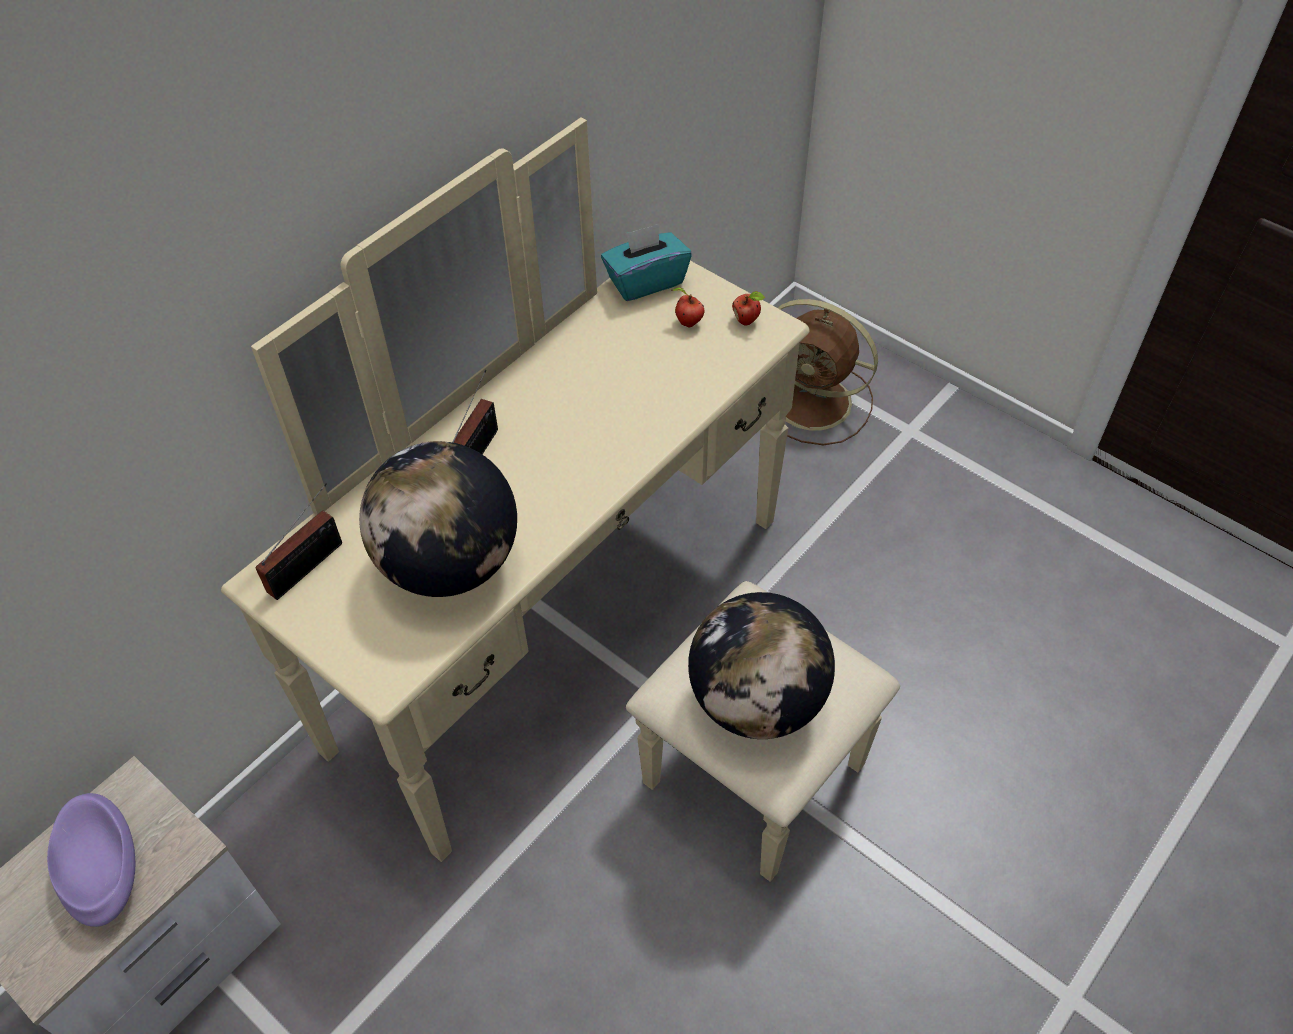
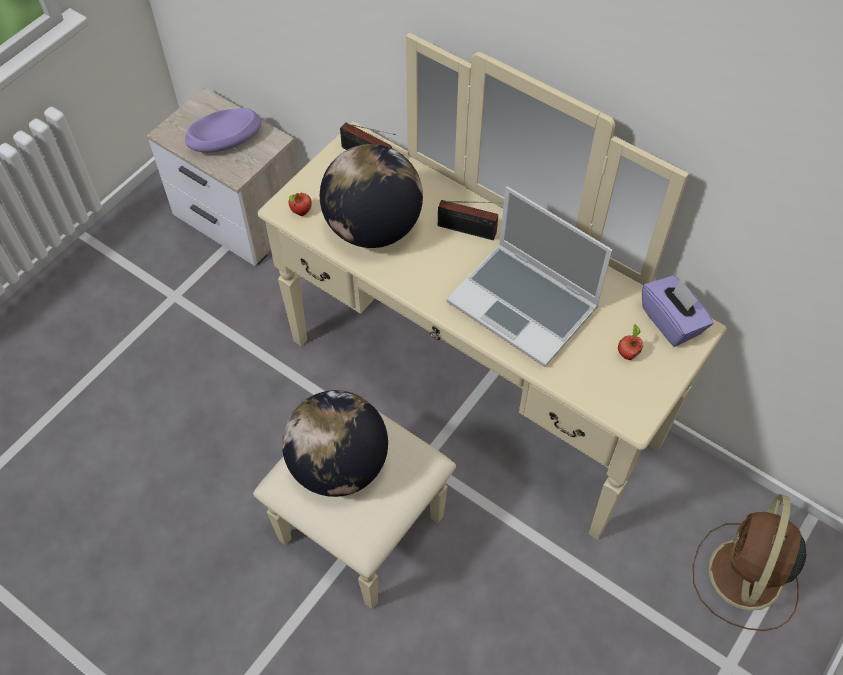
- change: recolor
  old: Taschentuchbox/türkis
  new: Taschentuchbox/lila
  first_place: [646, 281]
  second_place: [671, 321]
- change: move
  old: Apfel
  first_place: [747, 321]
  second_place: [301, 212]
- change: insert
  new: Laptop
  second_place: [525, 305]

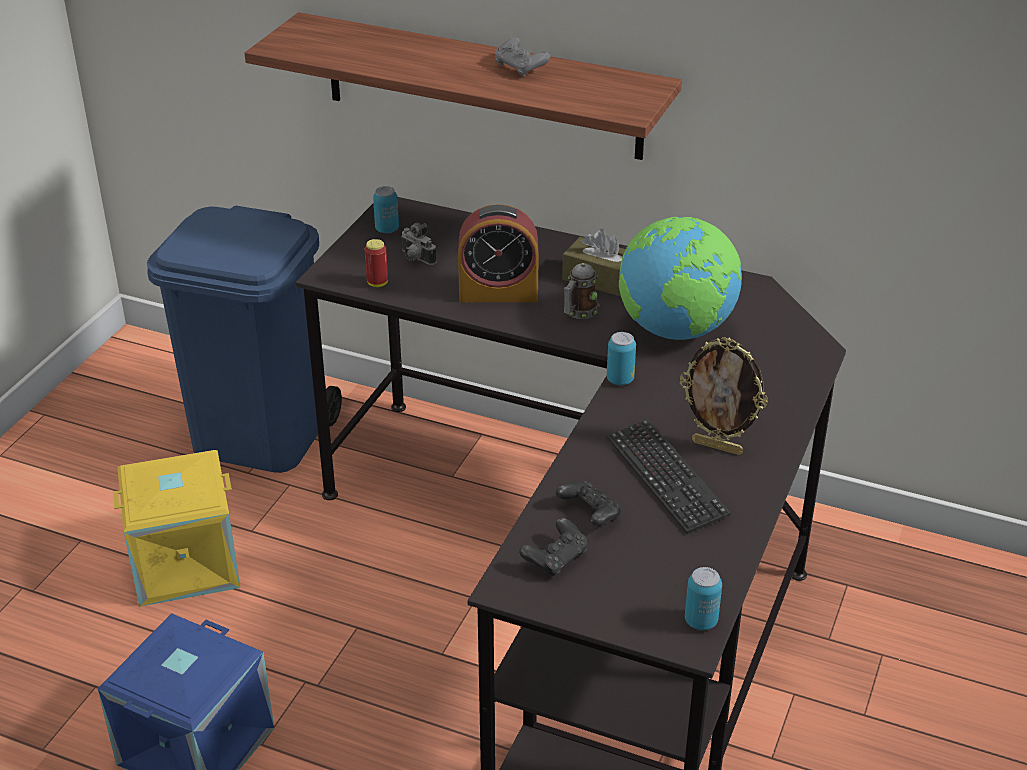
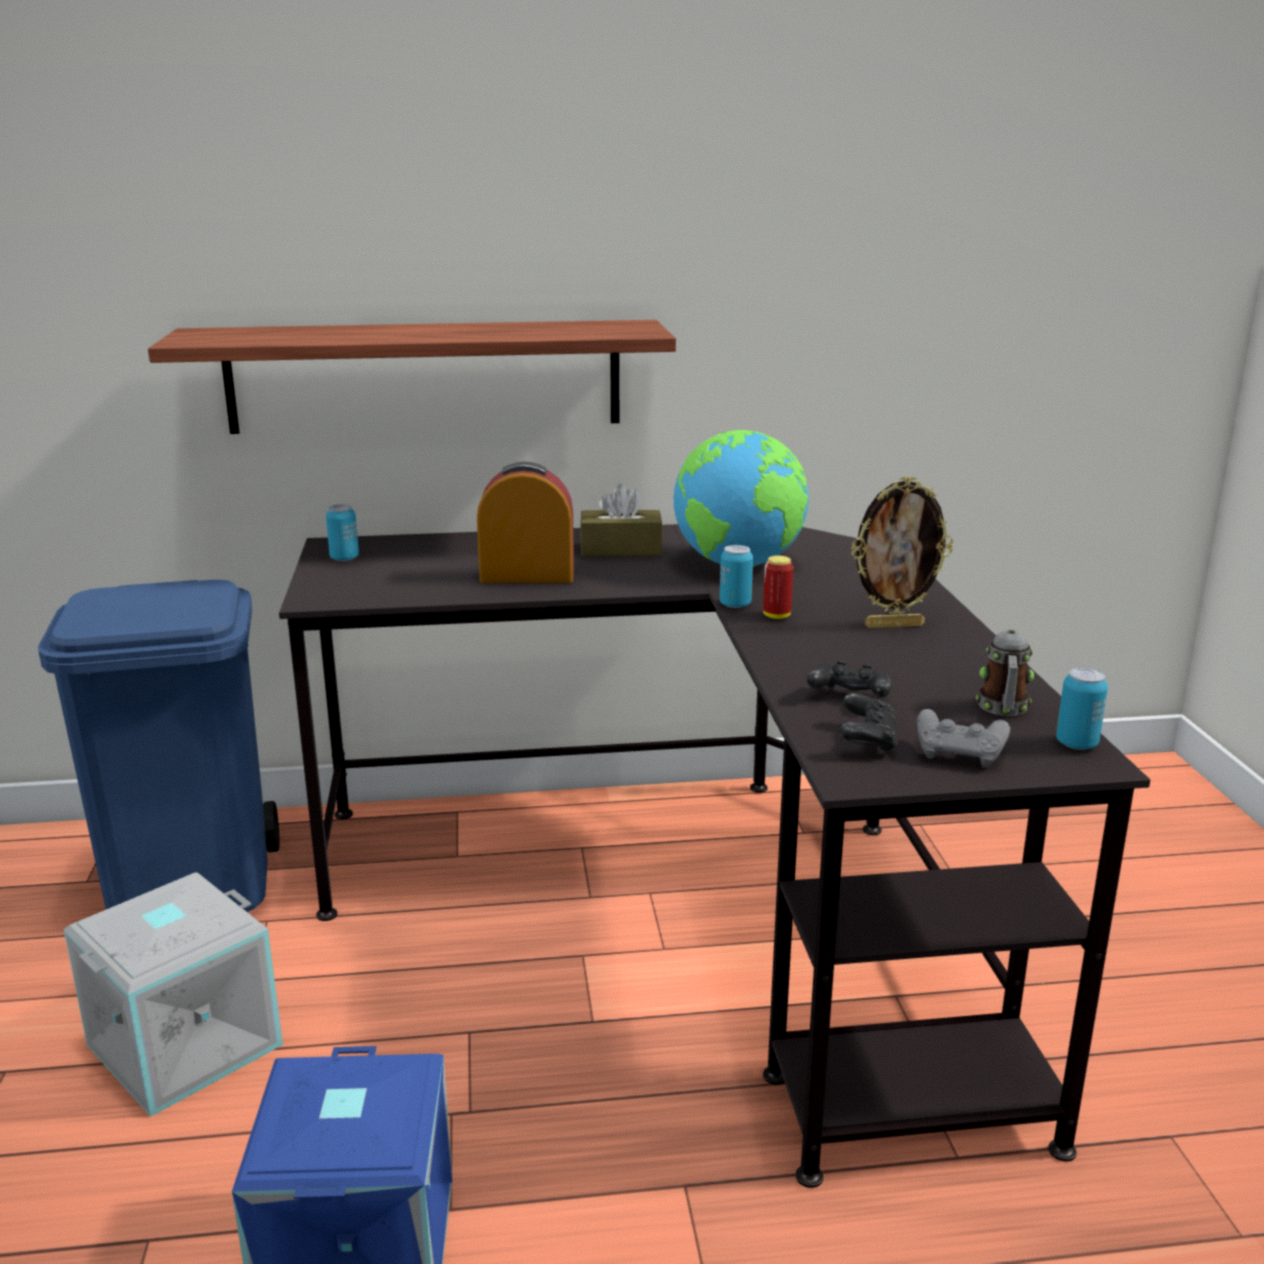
- change: recolor
  old: Aufbewahrungsbox/gelb
  new: Aufbewahrungsbox/grau
  first_place: [186, 562]
  second_place: [184, 1043]
- change: move
  old: Dose
  first_place: [377, 283]
  second_place: [776, 616]
- change: delete
  old: Kamera
  first_place: [416, 259]
- change: rotate
  old: Wecker
  first_place: [498, 292]
  second_place: [527, 576]
  degrees: -150
- change: move
  old: Gamepad/grau
  first_place: [520, 68]
  second_place: [959, 755]
- change: move
  old: Henkelbecher
  first_place: [578, 313]
  second_place: [1003, 709]
- change: delete
  old: Tastatur
  first_place: [666, 478]

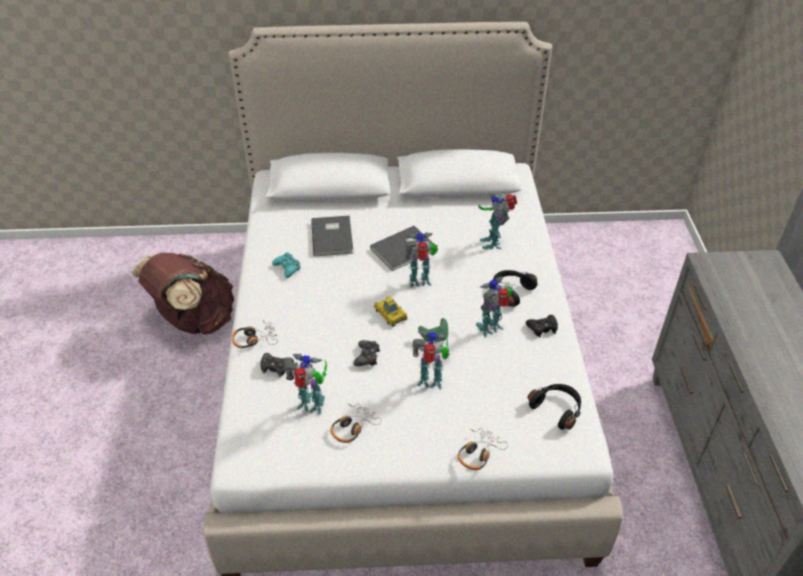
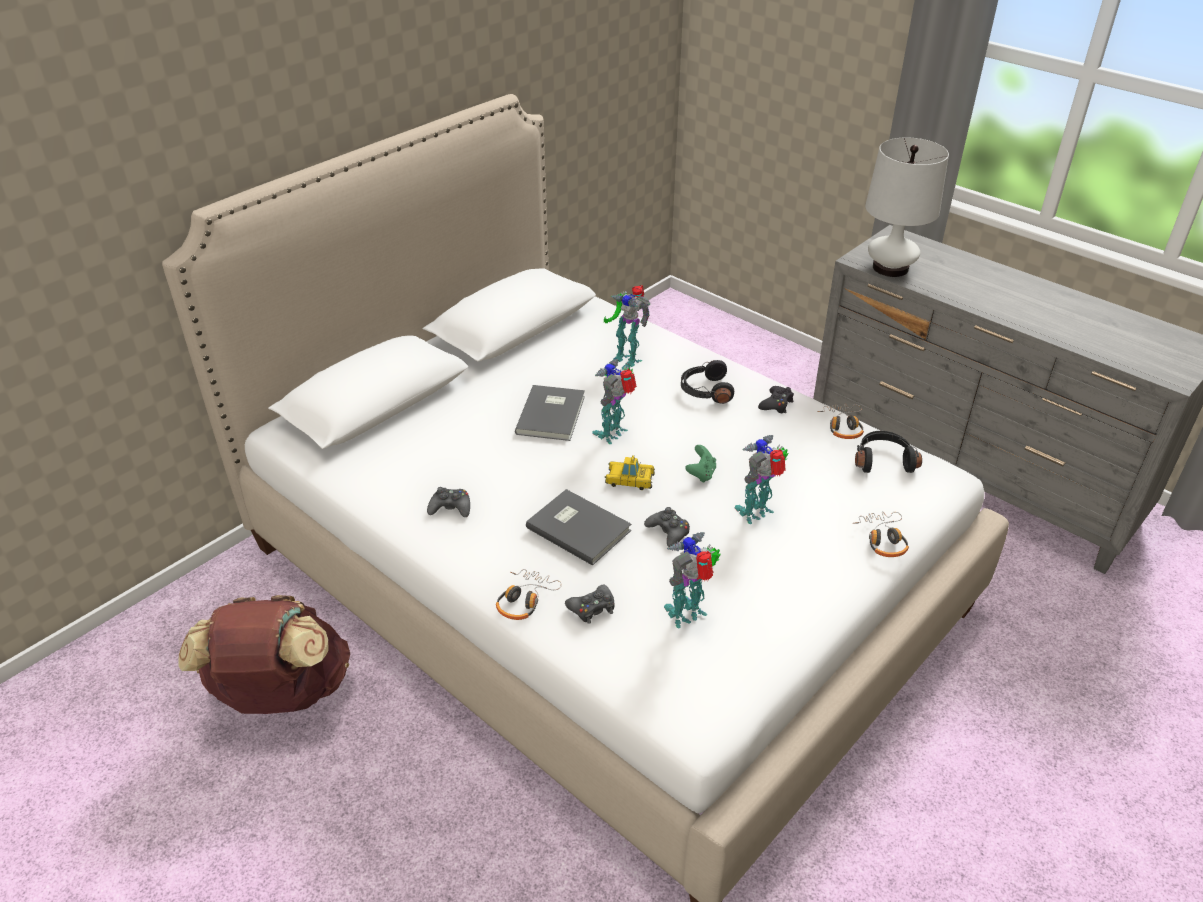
- change: recolor
  old: Gamepad/türkis
  new: Gamepad/schwarz
  first_place: [287, 268]
  second_place: [451, 508]
- change: move
  old: Buch/grau
  first_place: [333, 236]
  second_place: [579, 527]
- change: move
  old: Kopfhörer
  first_place: [353, 427]
  second_place: [842, 426]
- change: delete
  old: Spielzeugroboter
  first_place: [491, 328]
- change: insert
  new: Tischlampe/weiß
  second_place: [890, 268]

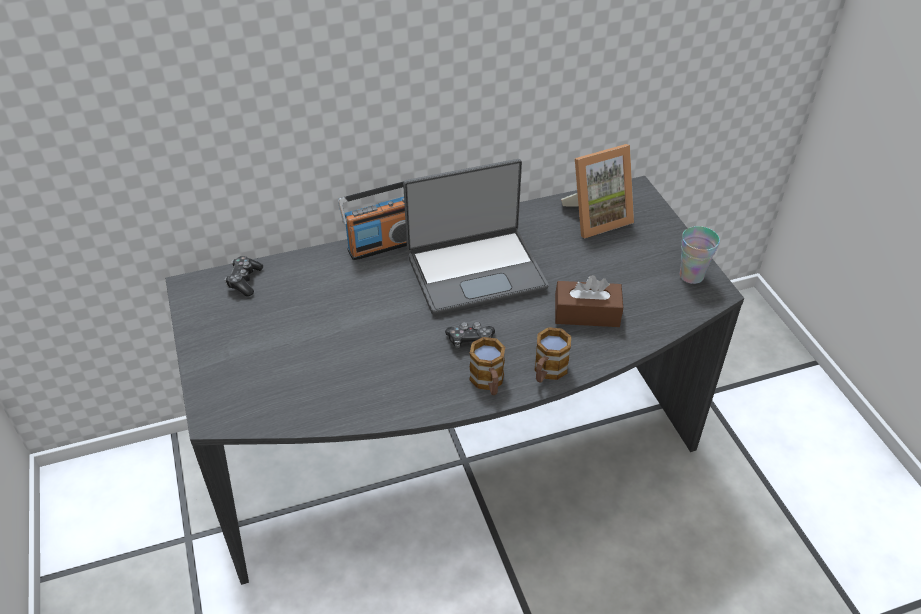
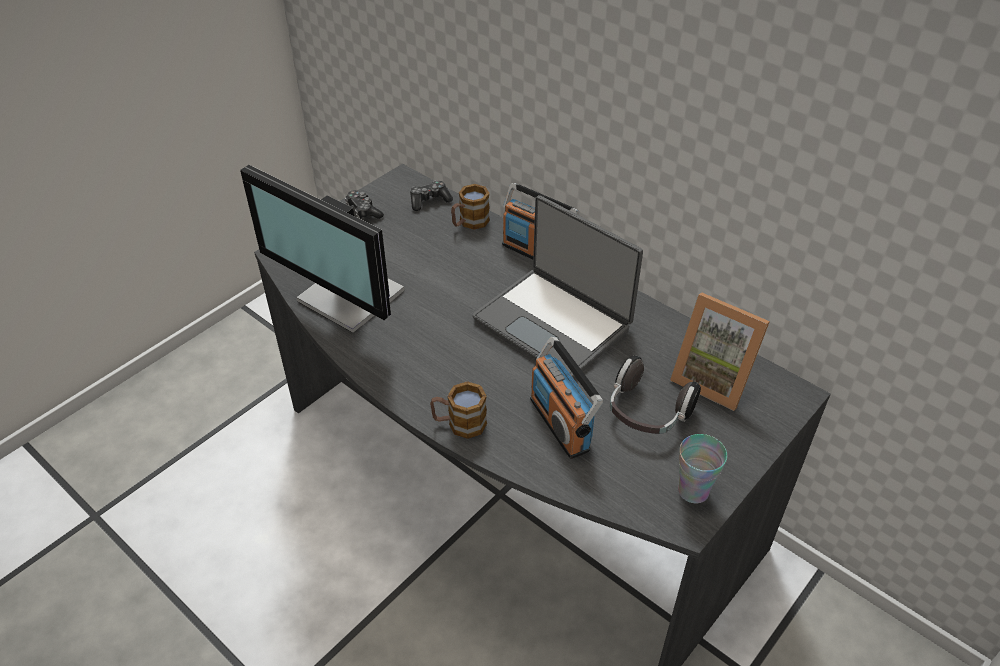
- change: move
  old: Gamepad
  first_place: [470, 340]
  second_place: [363, 211]
- change: move
  old: Henkelbecher
  first_place: [488, 382]
  second_place: [469, 223]
- change: replace
  old: Taschentuchbox/braun
  new: Radio
  first_place: [587, 313]
  second_place: [560, 424]
- change: insert
  new: Monitor
  second_place: [349, 298]
- change: insert
  new: Kopfhörer
  second_place: [647, 413]

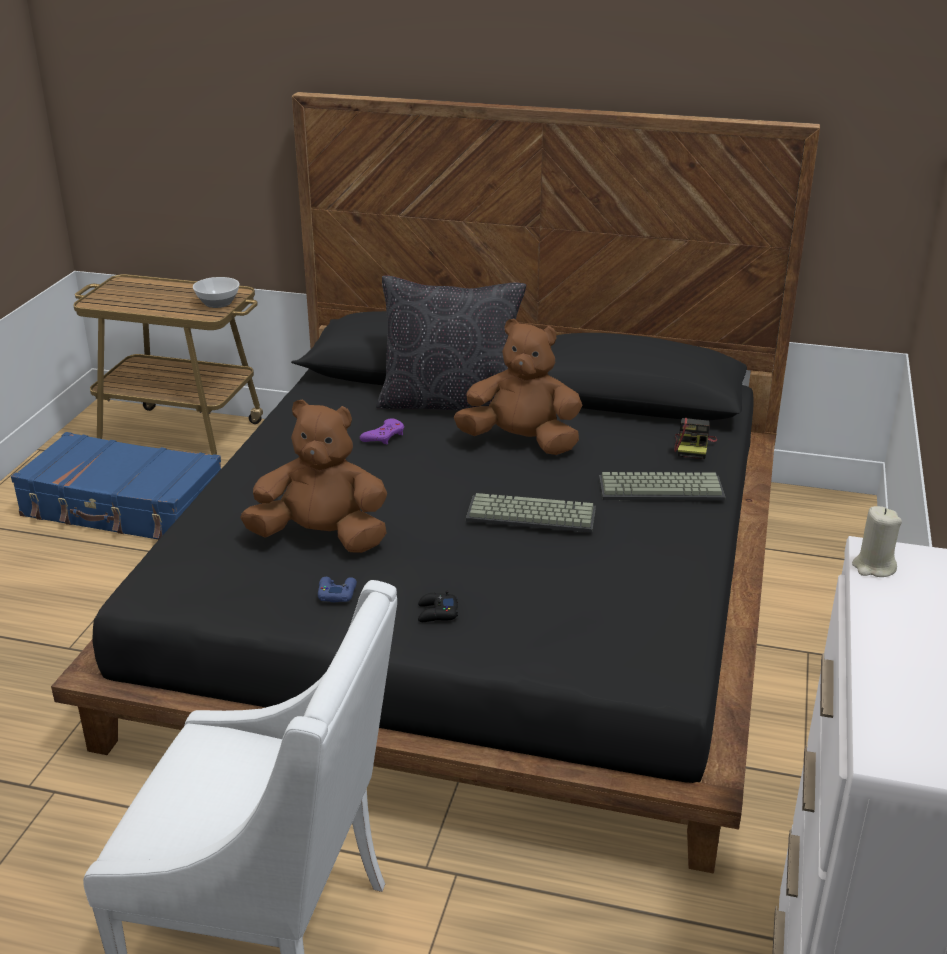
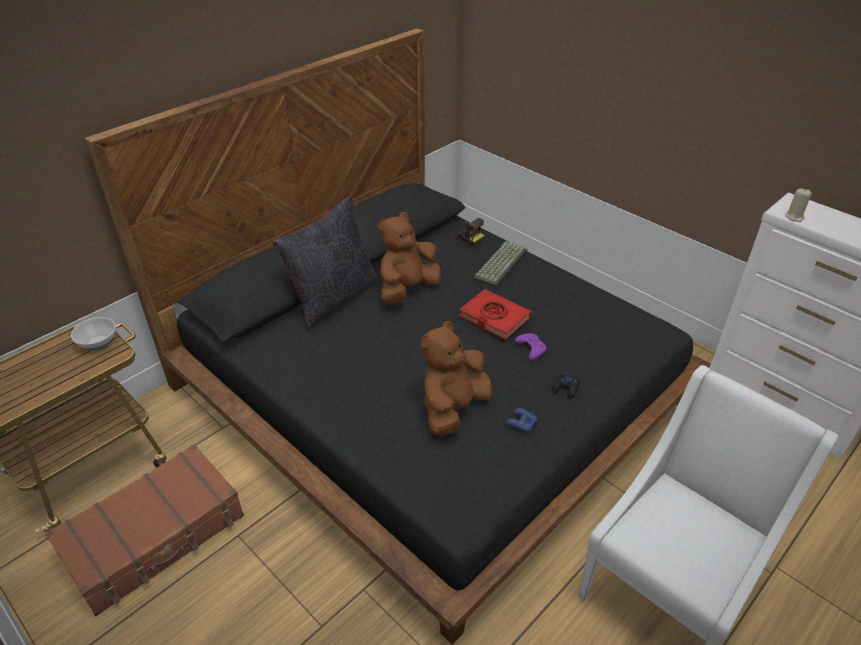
- change: recolor
  old: Koffer/blau
  new: Koffer/braun
  first_place: [123, 507]
  second_place: [155, 536]
- change: move
  old: Gamepad/lila
  first_place: [384, 436]
  second_place: [531, 348]
- change: replace
  old: Tastatur
  new: Buch/rot
  first_place: [529, 516]
  second_place: [494, 318]

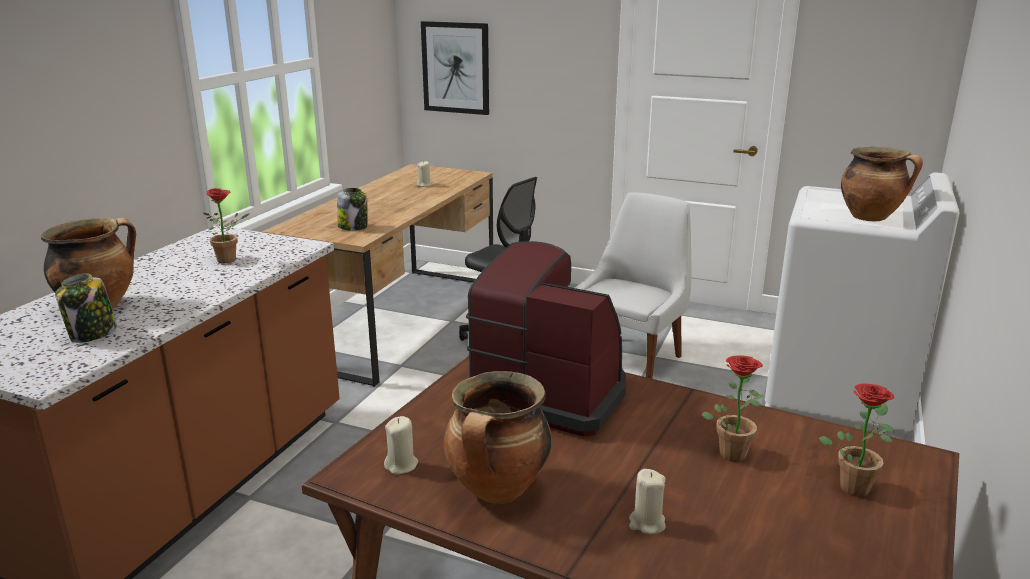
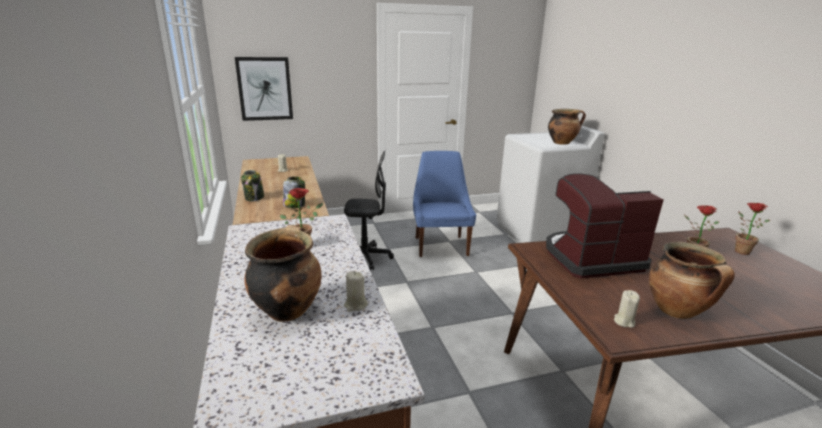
- change: move
  old: Vorratsglas
  first_place: [92, 334]
  second_place: [254, 198]
- change: recolor
  old: Stuhl/weiß
  new: Stuhl/blau
  first_place: [630, 358]
  second_place: [440, 245]
- change: move
  old: Kerze/beige
  first_place: [646, 523]
  second_place: [355, 305]

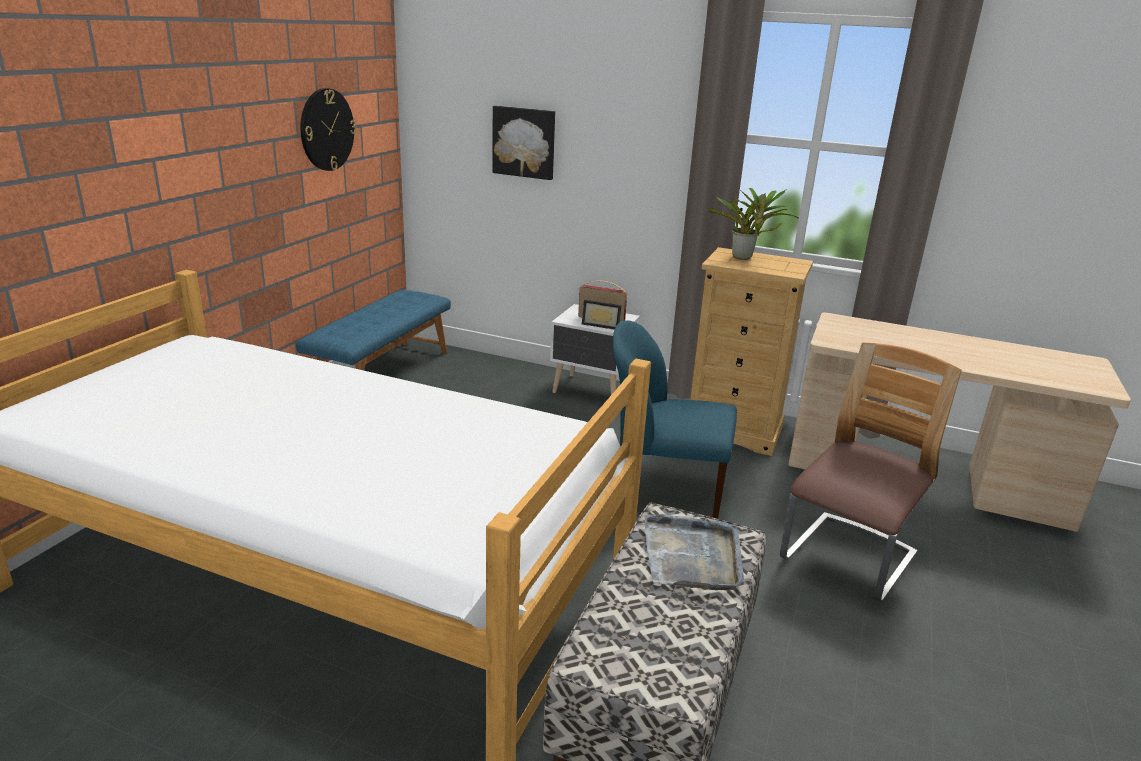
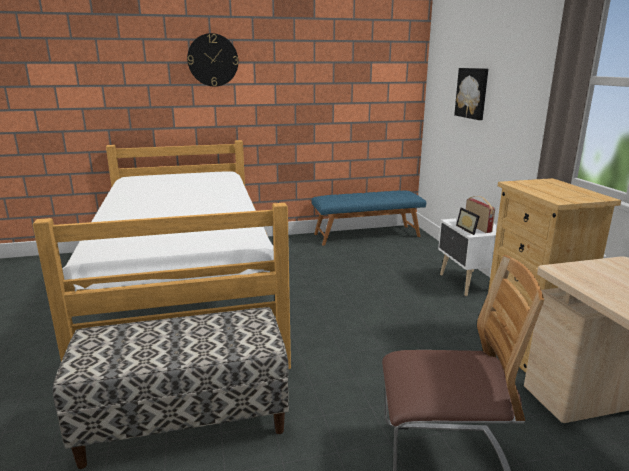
- change: move
  old: Wanduhr
  first_place: [327, 130]
  second_place: [213, 60]
- change: delete
  old: Stuhl/blau
  first_place: [663, 493]
- change: delete
  old: Tablett/grau
  first_place: [692, 556]
- change: delete
  old: Topfpflanze
  first_place: [744, 258]

